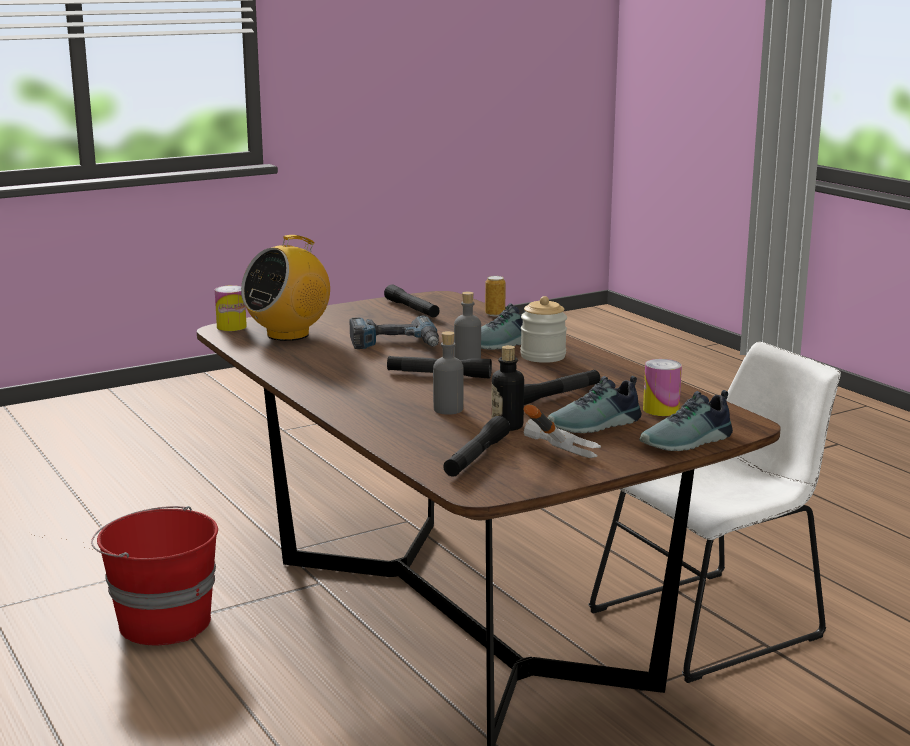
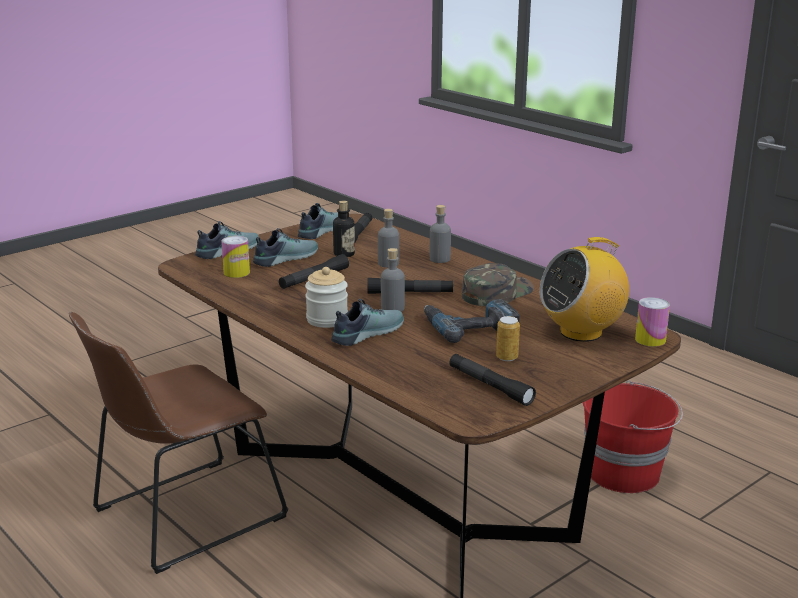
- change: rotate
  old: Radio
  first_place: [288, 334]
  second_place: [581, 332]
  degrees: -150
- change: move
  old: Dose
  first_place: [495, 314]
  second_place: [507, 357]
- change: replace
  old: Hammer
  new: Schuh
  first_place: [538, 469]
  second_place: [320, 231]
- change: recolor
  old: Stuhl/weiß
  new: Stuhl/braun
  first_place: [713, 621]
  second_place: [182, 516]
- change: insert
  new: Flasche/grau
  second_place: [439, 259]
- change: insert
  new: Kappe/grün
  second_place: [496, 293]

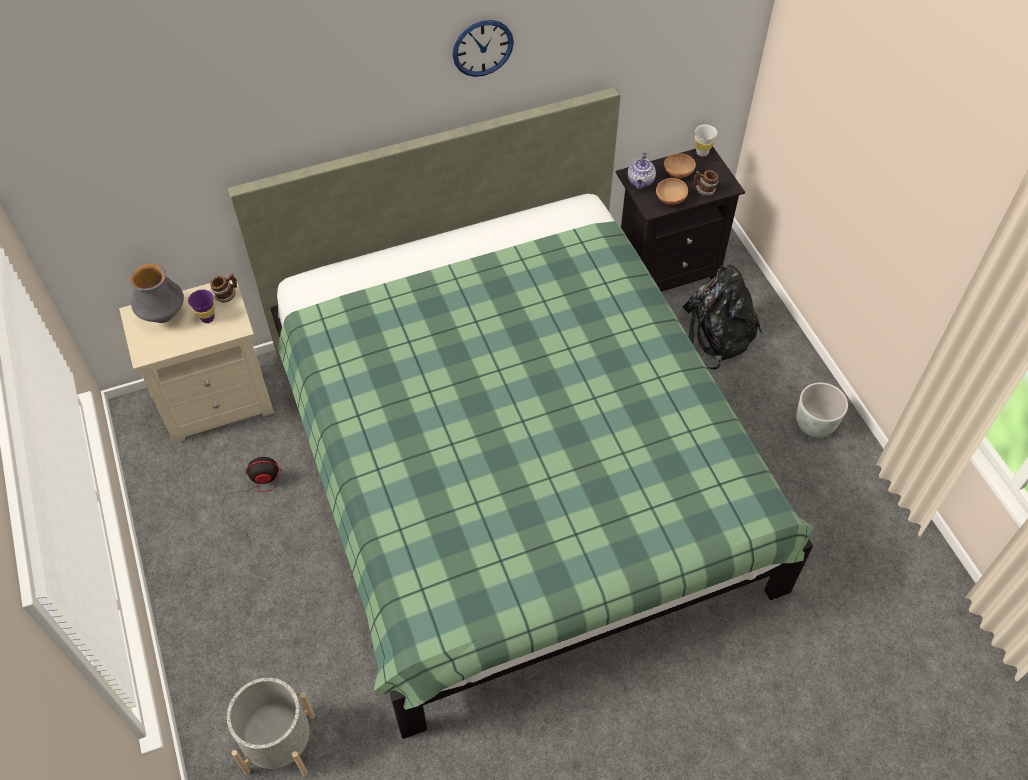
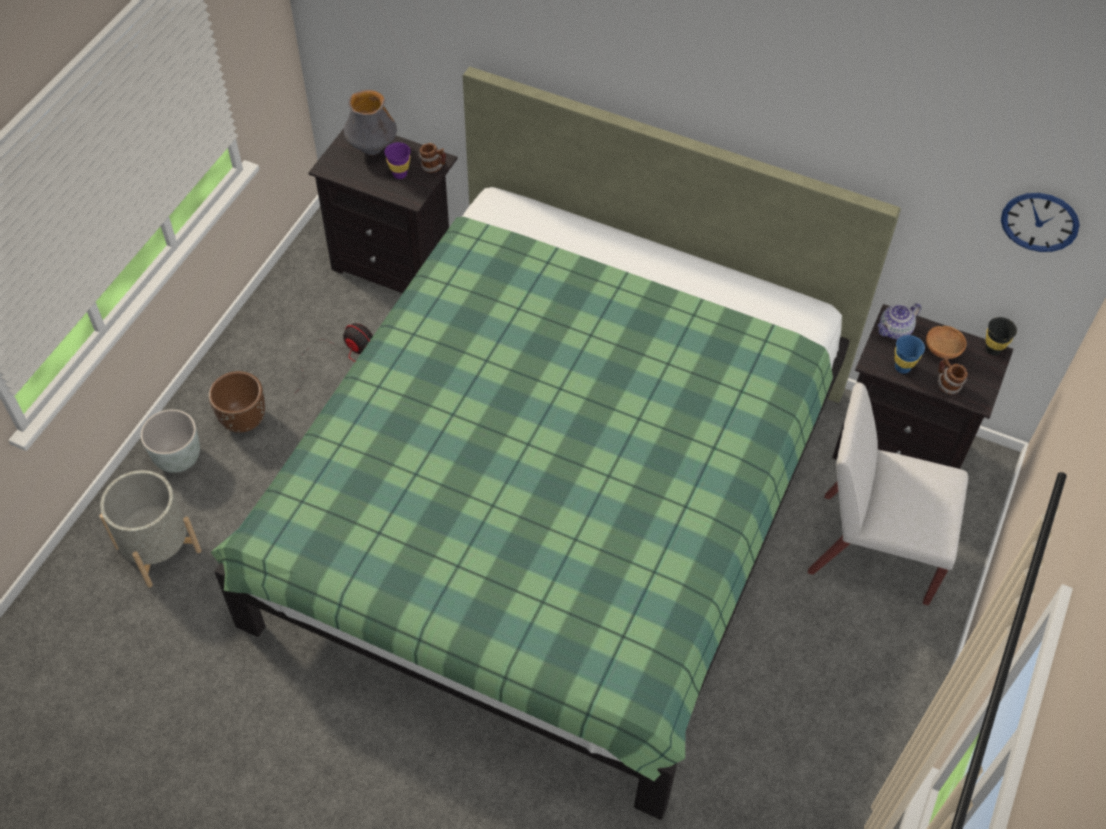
- change: recolor
  old: Nachttisch/beige
  new: Nachttisch/schwarz
  first_place: [218, 401]
  second_place: [396, 263]
- change: move
  old: Wanduhr
  first_place: [482, 48]
  second_place: [1040, 221]
- change: replace
  old: Schüssel/braun
  new: Tasse/blau
  first_place: [670, 199]
  second_place: [902, 367]
- change: replace
  old: Rucksack/schwarz
  new: Stuhl/weiß
  first_place: [715, 335]
  second_place: [873, 548]
- change: recolor
  old: Tasse/weiß
  new: Tasse/schwarz
  first_place: [702, 152]
  second_place: [993, 349]
- change: move
  old: Pflanzkübel/grau
  first_place: [813, 424]
  second_place: [178, 457]
- change: insert
  new: Pflanzkübel/braun
  second_place: [243, 420]

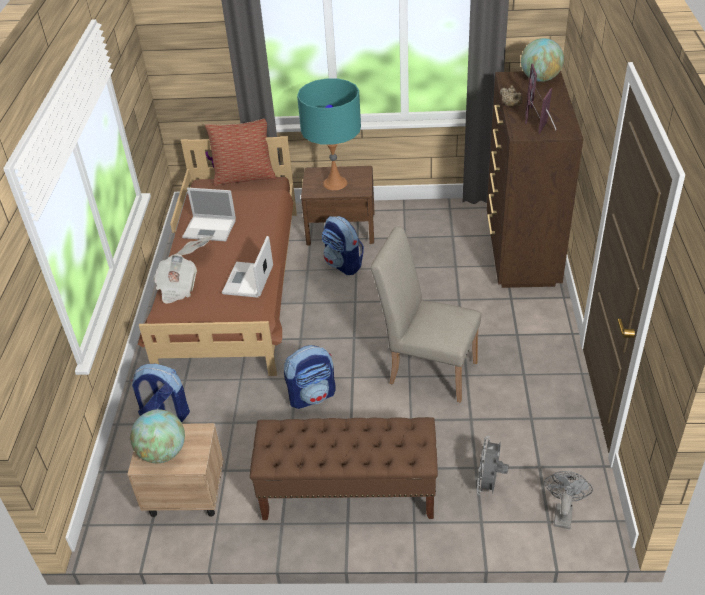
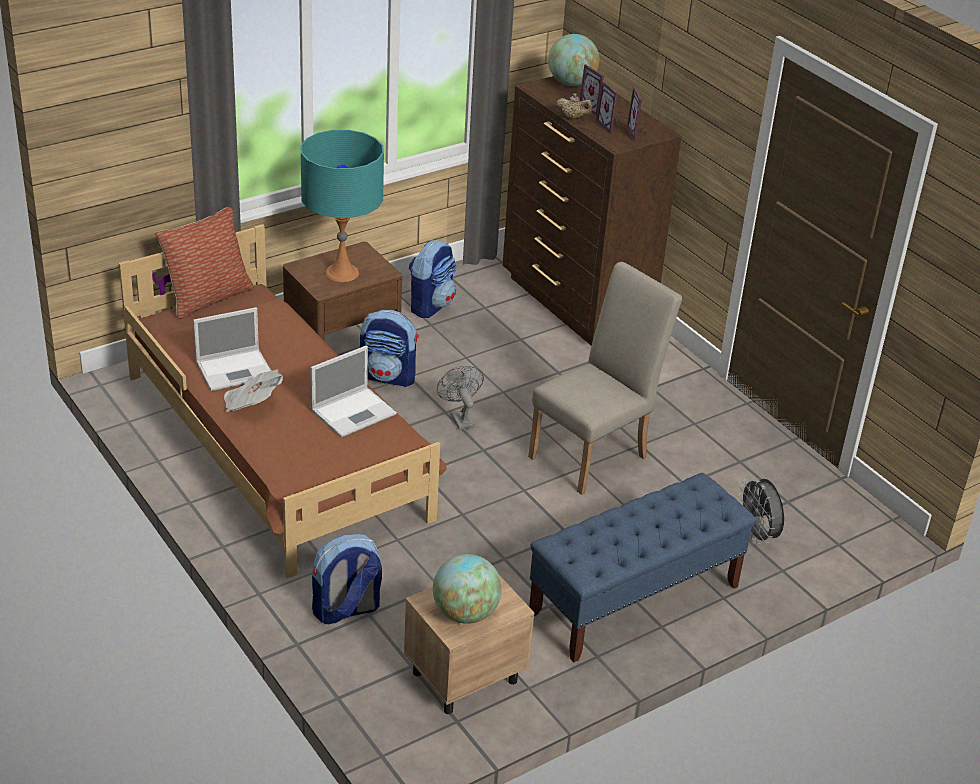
- change: delete
  old: Zeitung
  first_place: [176, 288]
- change: rotate
  old: Laptop
  first_place: [248, 281]
  second_place: [354, 411]
  degrees: -105
- change: recolor
  old: Bank/braun
  new: Bank/blau
  first_place: [347, 493]
  second_place: [634, 600]
- change: move
  old: Rucksack
  first_place: [312, 396]
  second_place: [430, 305]
- change: rotate
  old: Stuhl/beige
  first_place: [427, 369]
  second_place: [595, 453]
  degrees: 150
- change: move
  old: Ventilator/grau
  first_place: [562, 512]
  second_place: [460, 418]

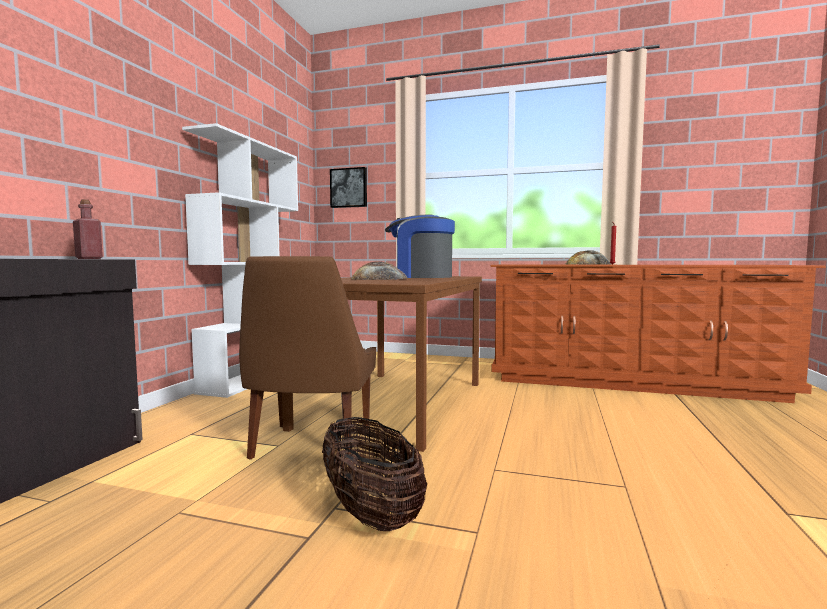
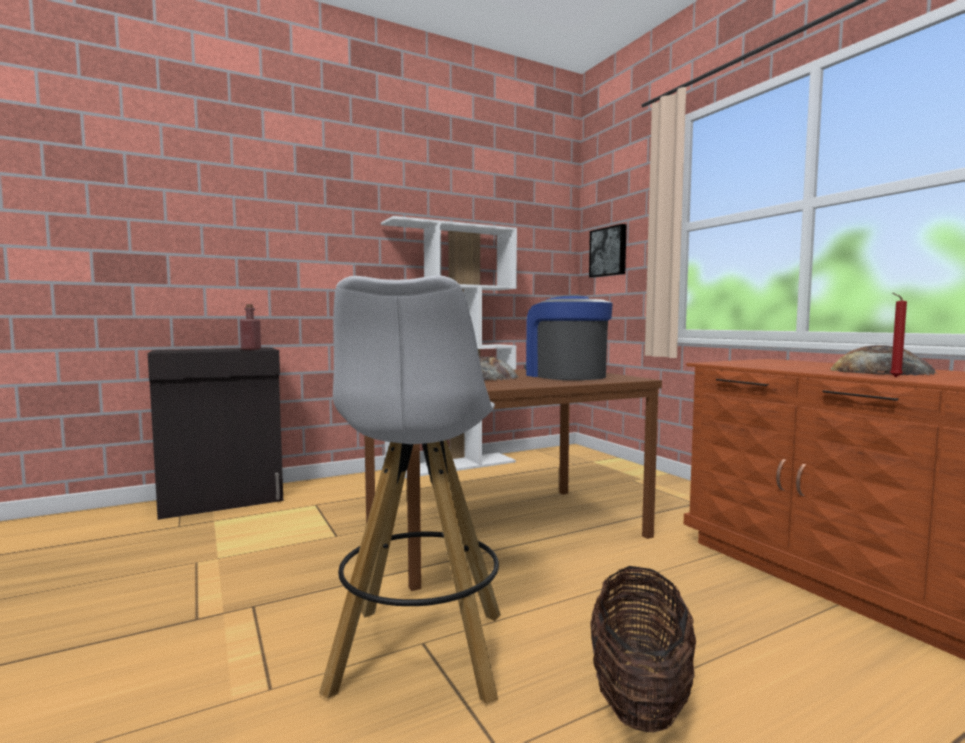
- change: delete
  old: Stuhl/braun
  first_place: [310, 444]
- change: move
  old: Korb
  first_place: [371, 513]
  second_place: [639, 695]
- change: insert
  new: Hocker/weiß
  second_place: [419, 654]

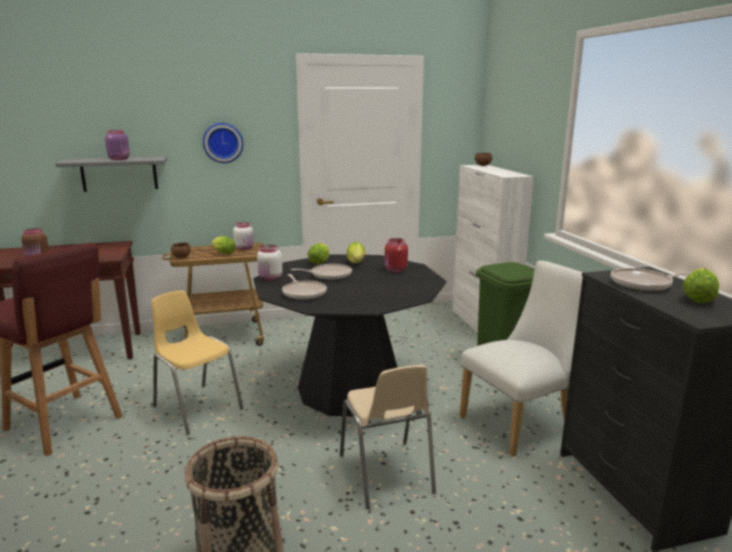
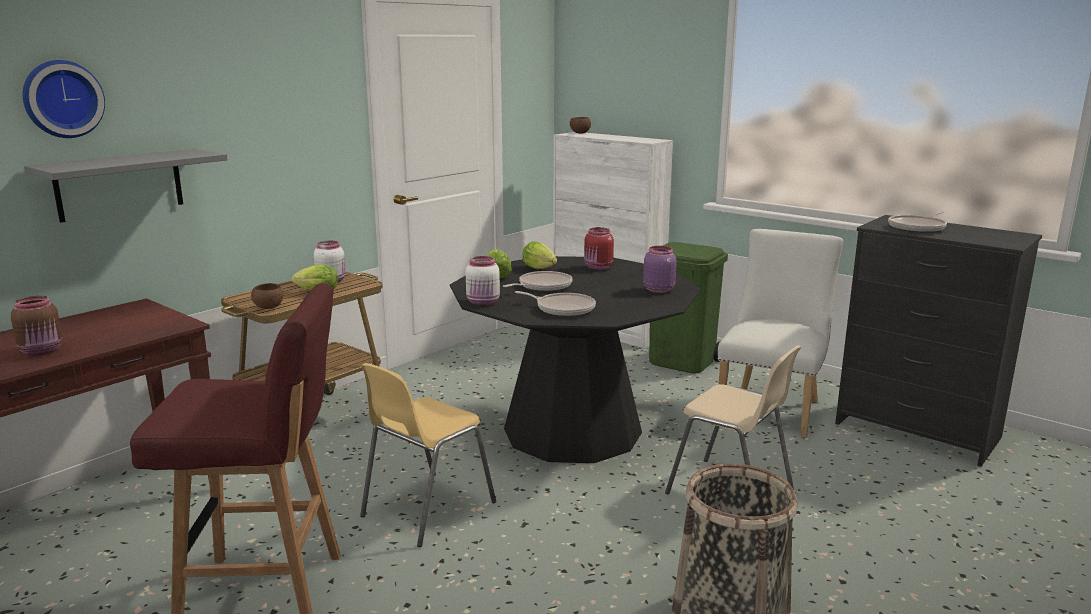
- change: move
  old: Vorratsglas/lila
  first_place: [120, 159]
  second_place: [658, 289]
- change: rotate
  old: Stuhl/gelb
  first_place: [197, 407]
  second_place: [426, 509]
  degrees: -60
- change: move
  old: Wanduhr
  first_place: [223, 142]
  second_place: [62, 99]
- change: delete
  old: Salatkopf
  first_place: [698, 298]

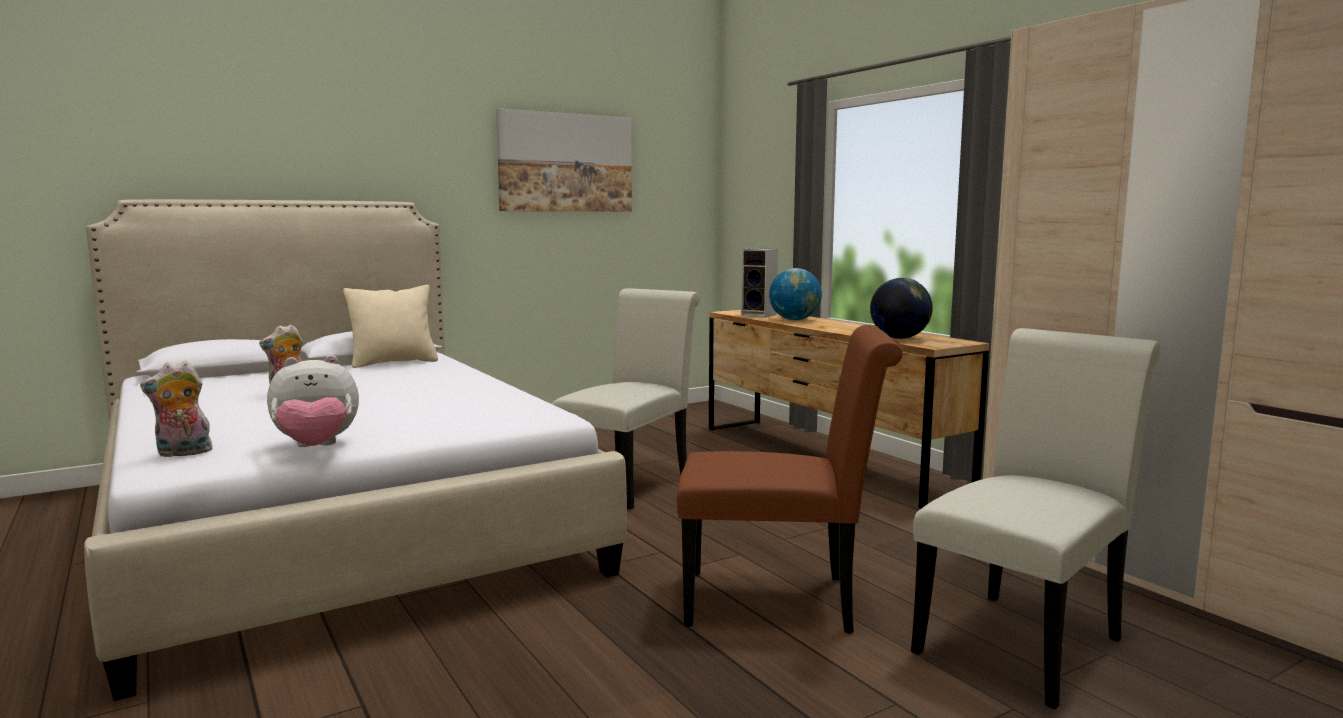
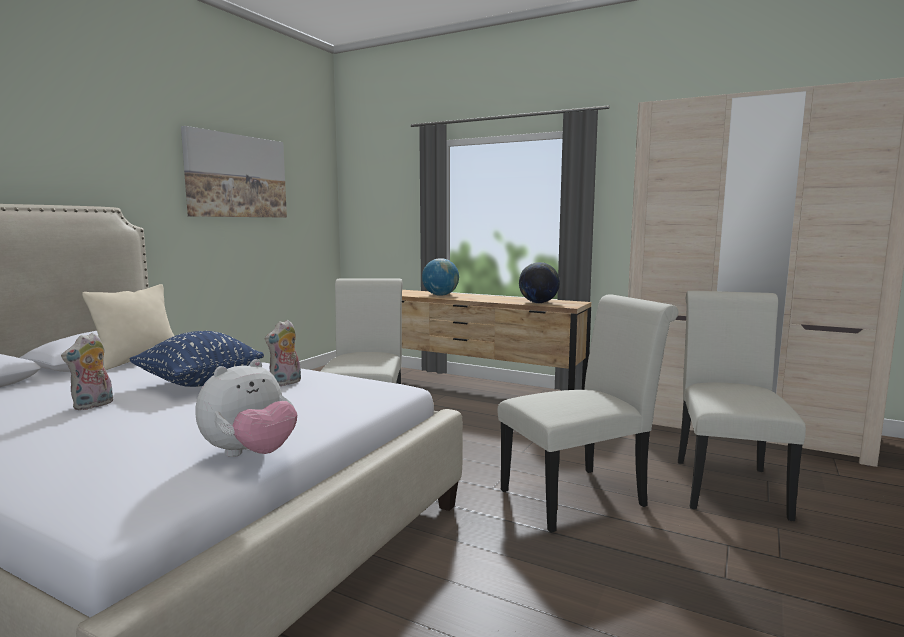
- change: move
  old: Plüschtier
  first_place: [182, 453]
  second_place: [286, 383]
- change: recolor
  old: Stuhl/braun
  new: Stuhl/weiß
  first_place: [781, 601]
  second_place: [581, 496]
- change: delete
  old: Lautsprecher
  first_place: [760, 315]
- change: insert
  new: Kissen/blau
  second_place: [199, 382]

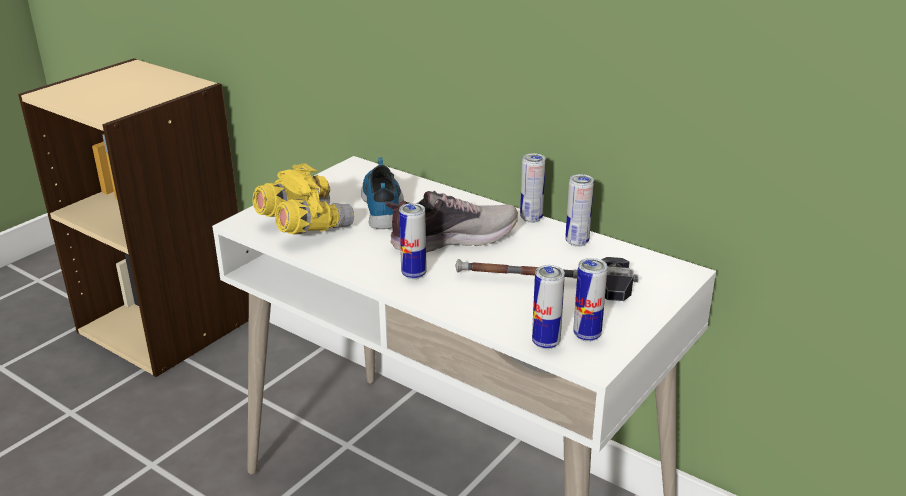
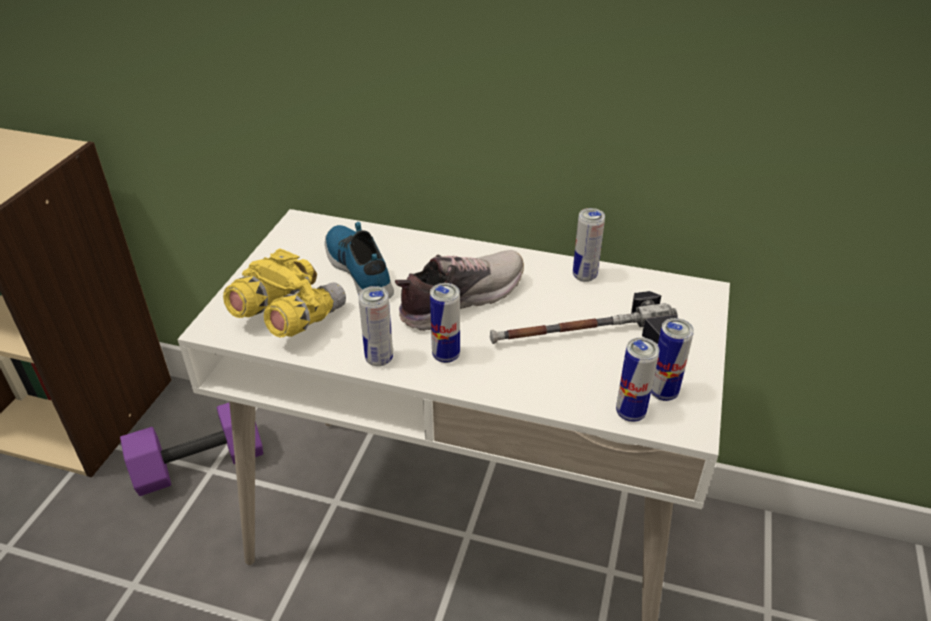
- change: move
  old: Dose
  first_place: [531, 218]
  second_place: [379, 359]
- change: insert
  new: Hantel/lila
  second_place: [200, 462]

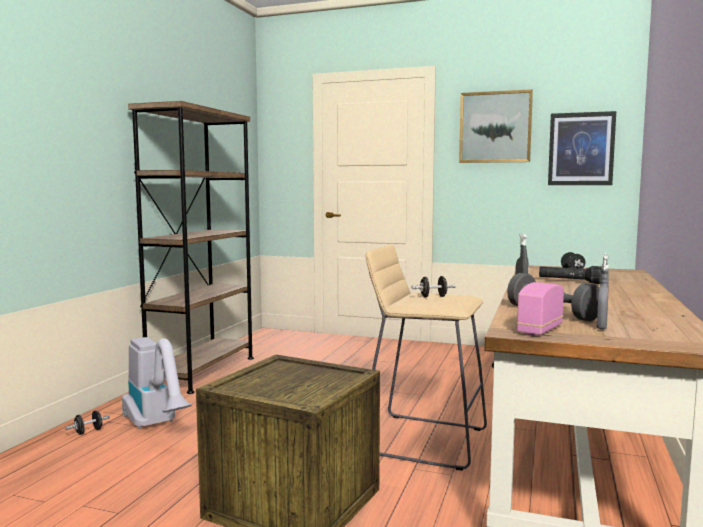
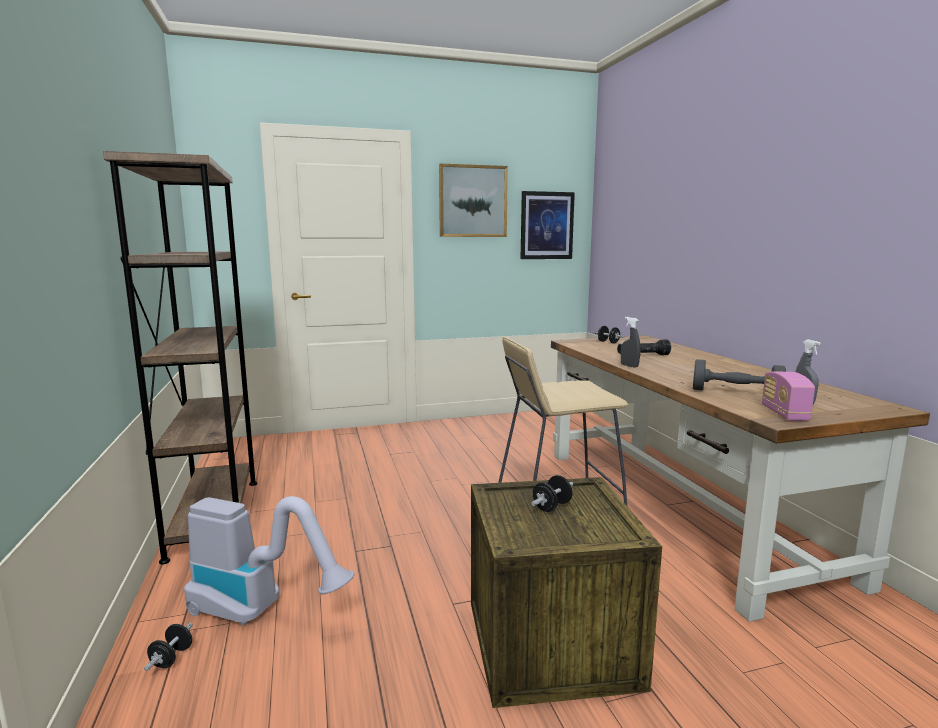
- change: move
  old: Hantel/schwarz
  first_place: [433, 297]
  second_place: [552, 506]

